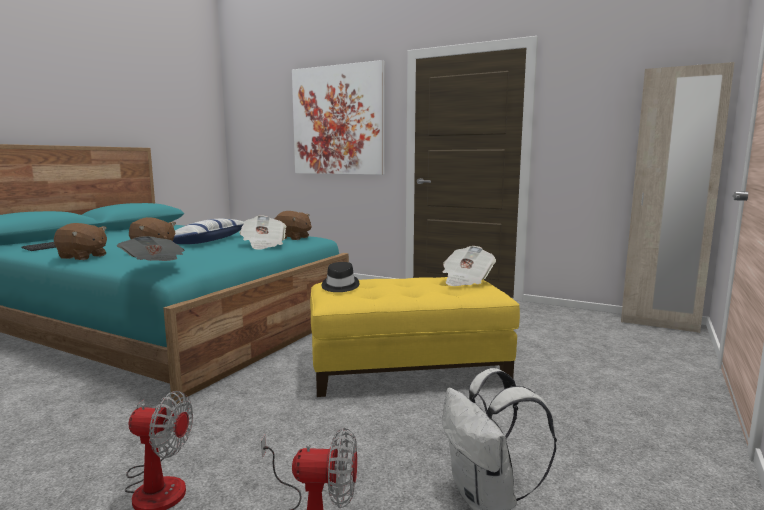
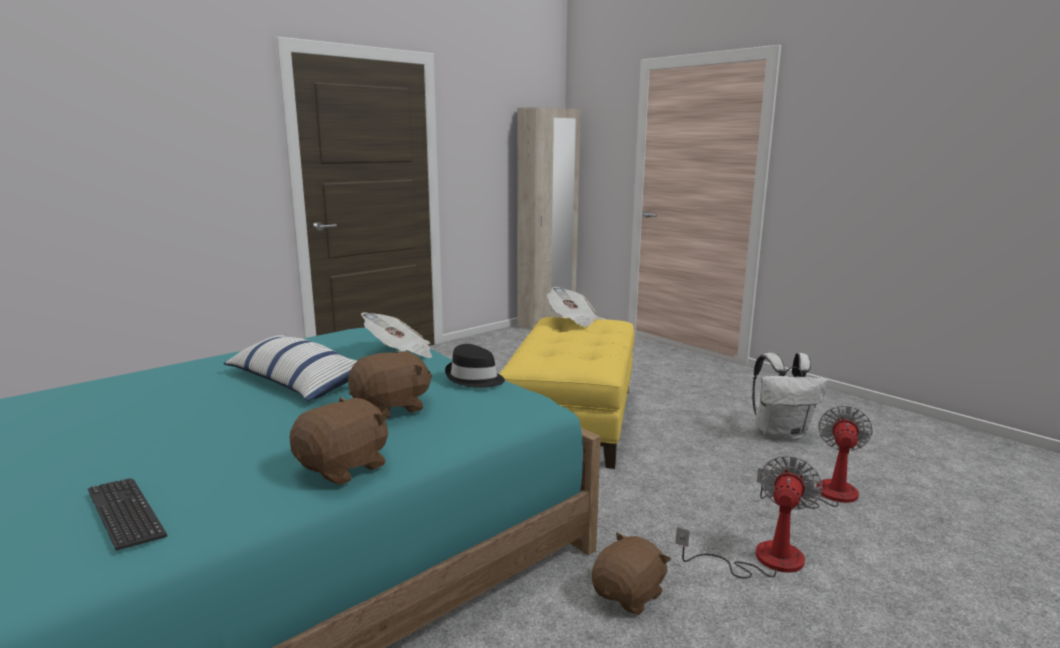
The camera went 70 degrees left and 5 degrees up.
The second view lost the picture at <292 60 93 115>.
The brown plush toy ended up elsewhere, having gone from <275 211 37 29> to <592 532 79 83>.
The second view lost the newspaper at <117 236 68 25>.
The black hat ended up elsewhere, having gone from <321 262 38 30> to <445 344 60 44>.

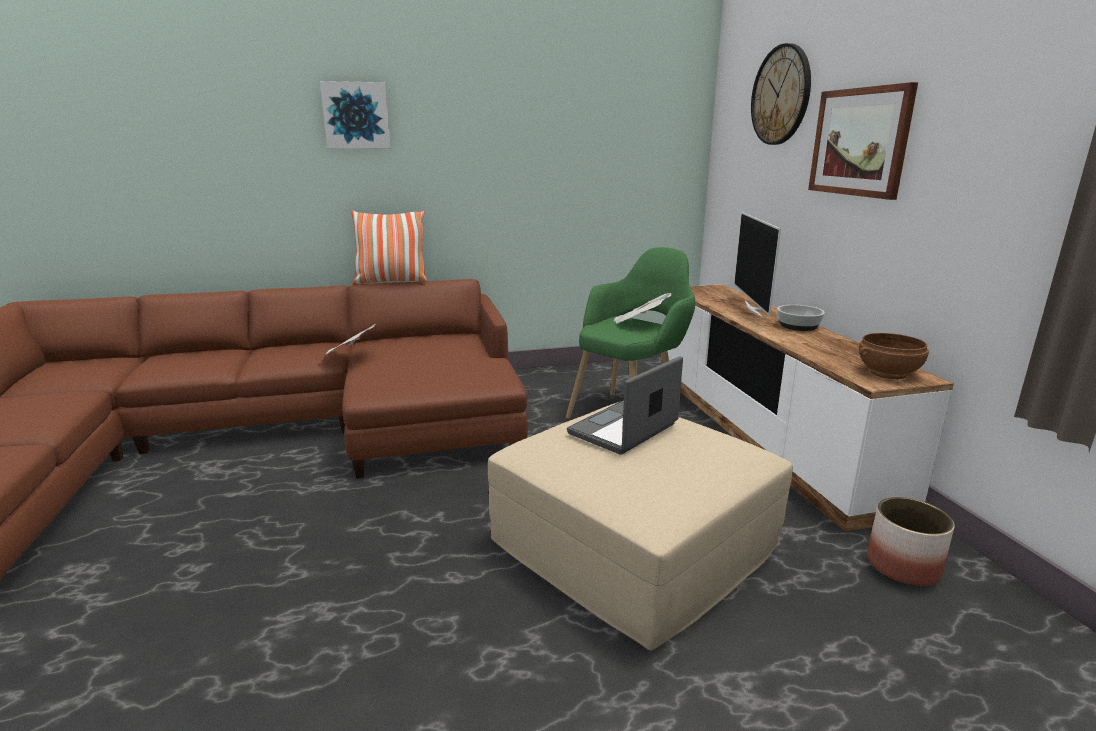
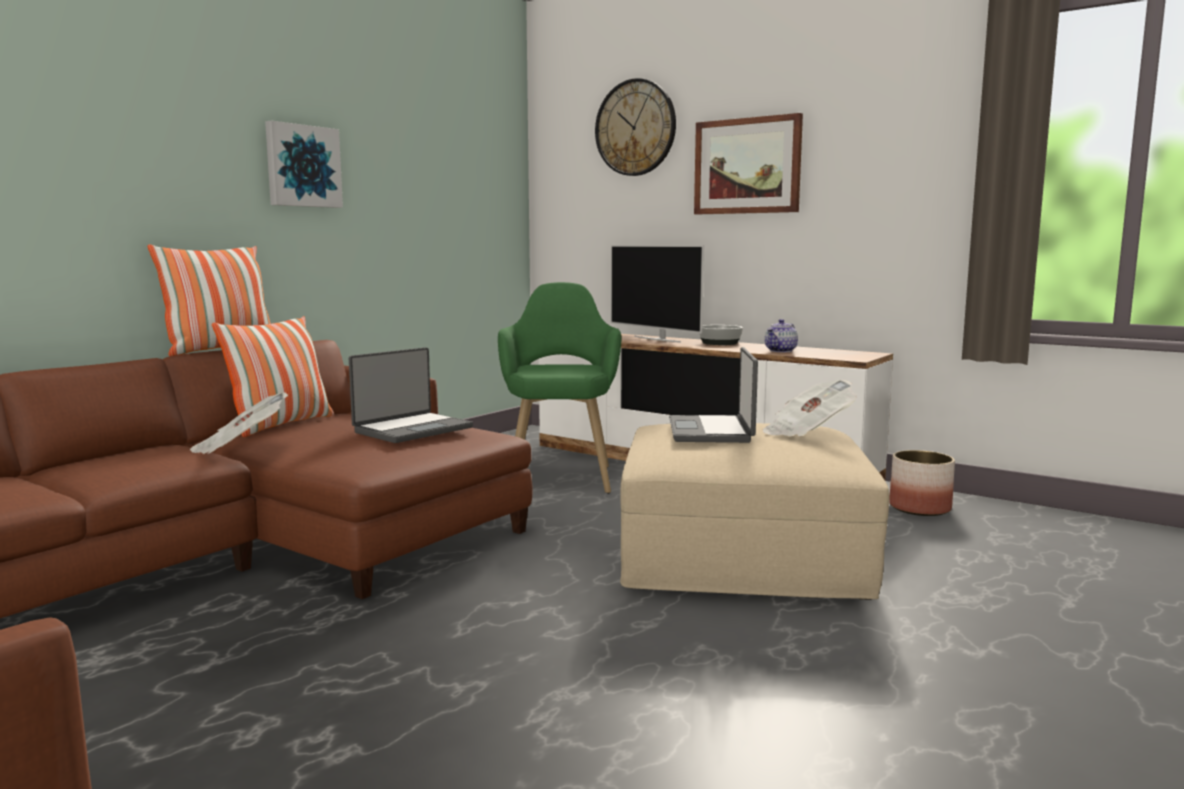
The camera went 40 degrees left and 10 degrees down.
The picture ended up elsewhere, having gone from <320 81 70 67> to <265 121 78 87>.
The newspaper ended up elsewhere, having gone from <614 293 58 31> to <763 380 94 56>.
The second view lost the brown bowl at <859 333 70 46>.
The second view gained the pillow at <212 316 122 121>.
The second view gained the teapot at <765 319 33 33>.
The second view gained the laptop at <349 347 124 96>.

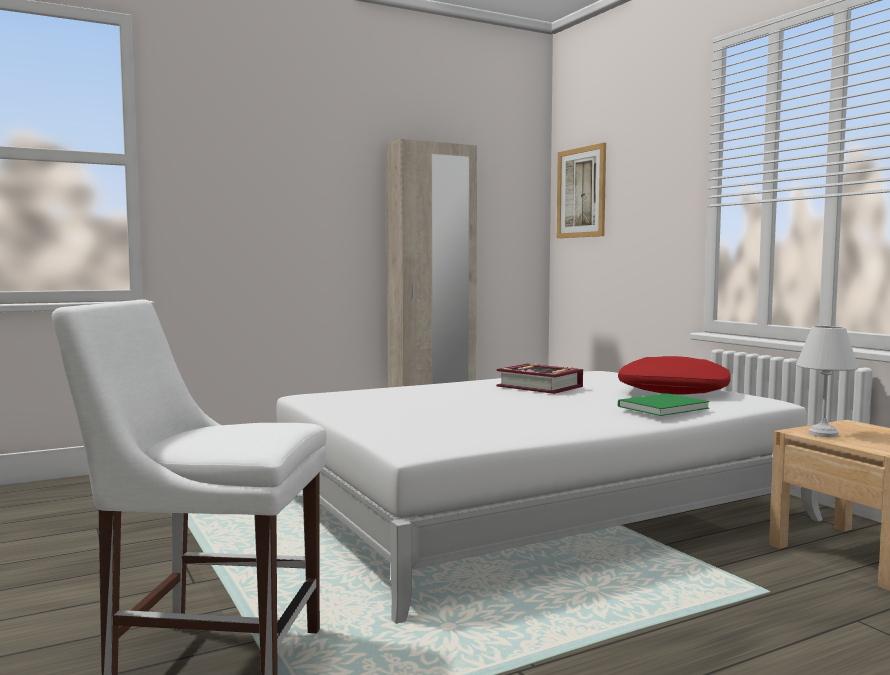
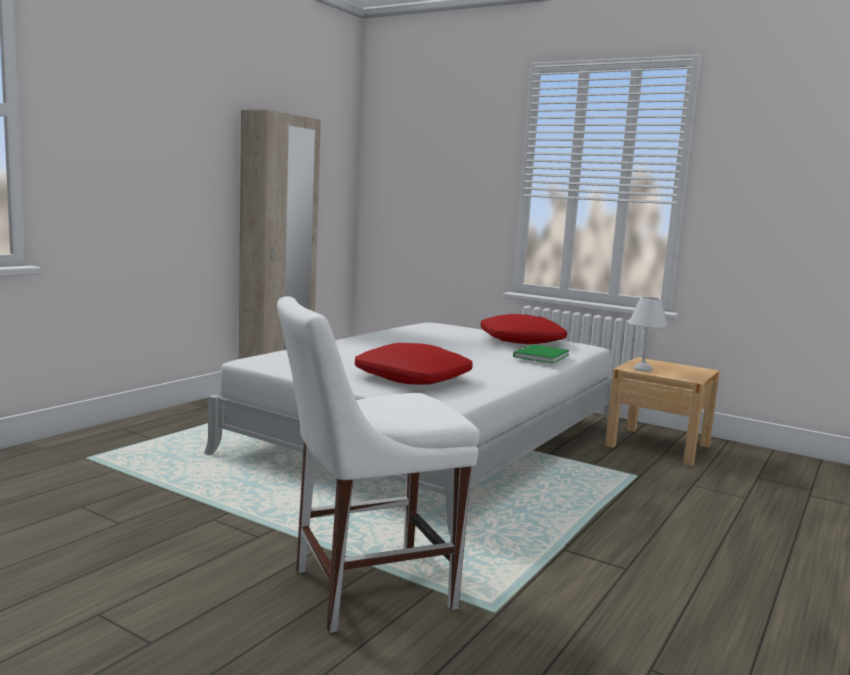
The camera went 30 degrees left and 5 degrees up.
The second view lost the picture at <557 143 49 95>.
The second view lost the book at <497 364 86 30>.
The second view gained the red pillow at <355 343 118 42>.

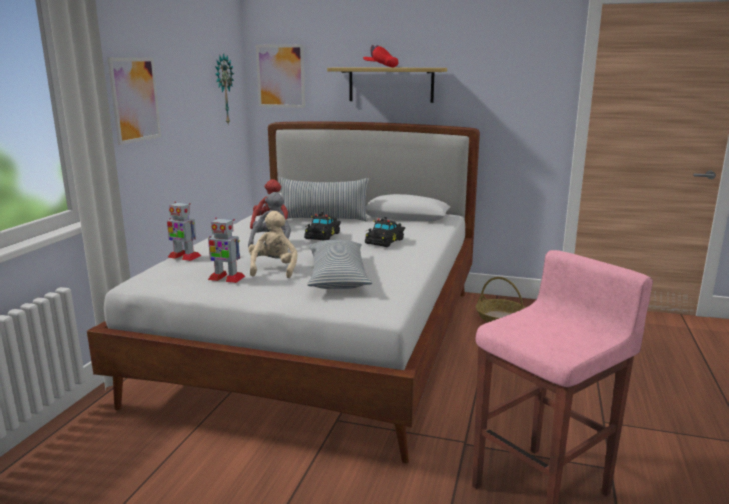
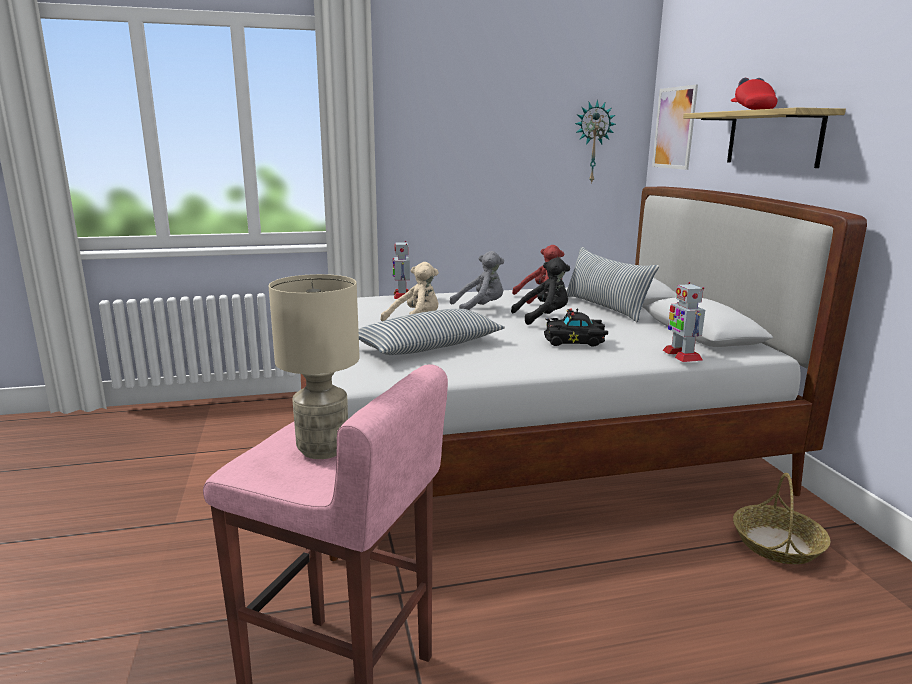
The camera went 60 degrees right and 0 degrees up.
The second view lost the picture at <107 57 54 88>.
Where the black toy car stood at <304 212 37 28>, the black plush toy came to stand at <511 258 59 67>.
The toy robot ended up elsewhere, having gone from <208 218 37 65> to <663 282 42 80>.
The second view gained the beige table lamp at <269 274 91 185>.

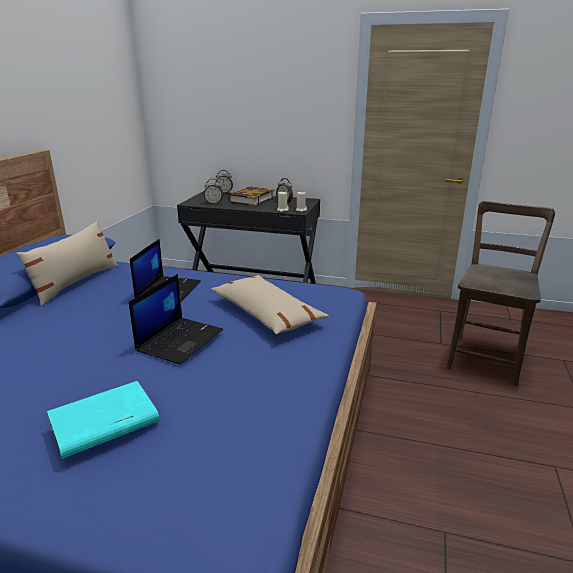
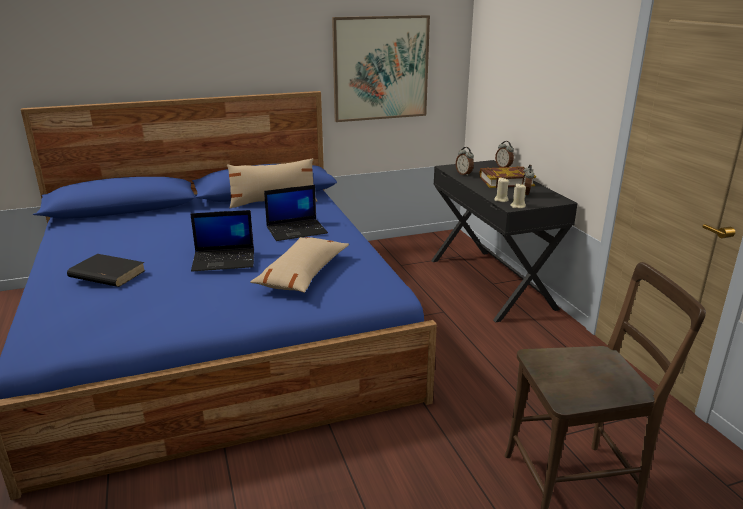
The camera went 55 degrees right and 0 degrees up.
What was the turquoise book at <47 381 113 78> turned into the black book at <67 254 79 33>.
The second view gained the picture at <332 15 98 107>.

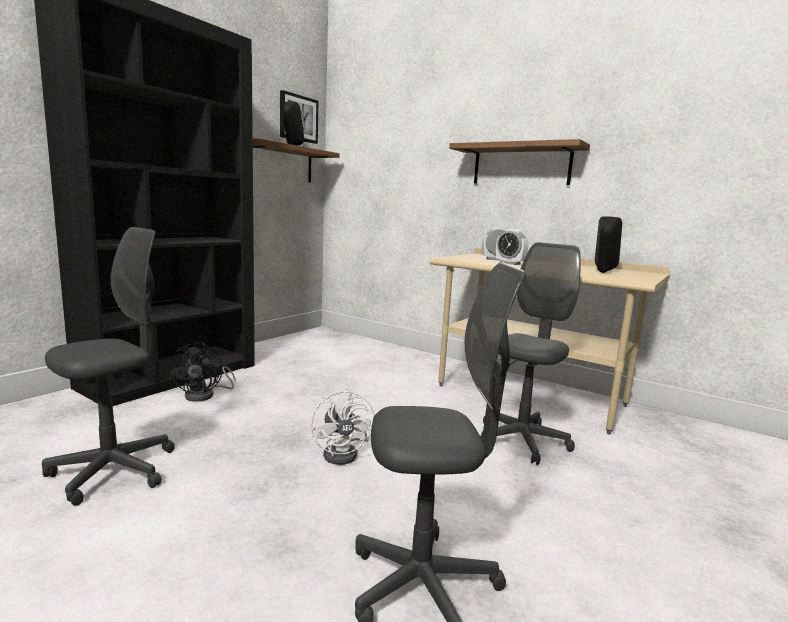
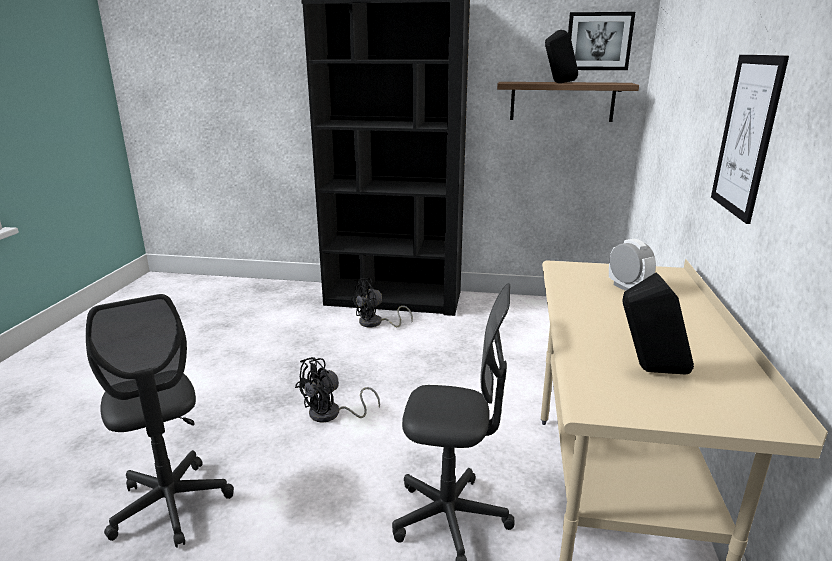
The camera went 65 degrees right and 10 degrees up.
Where the shelf hung at <449 139 141 46>, the picture came to hang at <711 55 78 169>.
The second view lost the grey office chair at <42 227 133 279>.
The second view lost the alarm clock at <496 229 33 36>.
What was the white fan at <311 388 64 77> turned into the black fan at <295 357 85 66>.

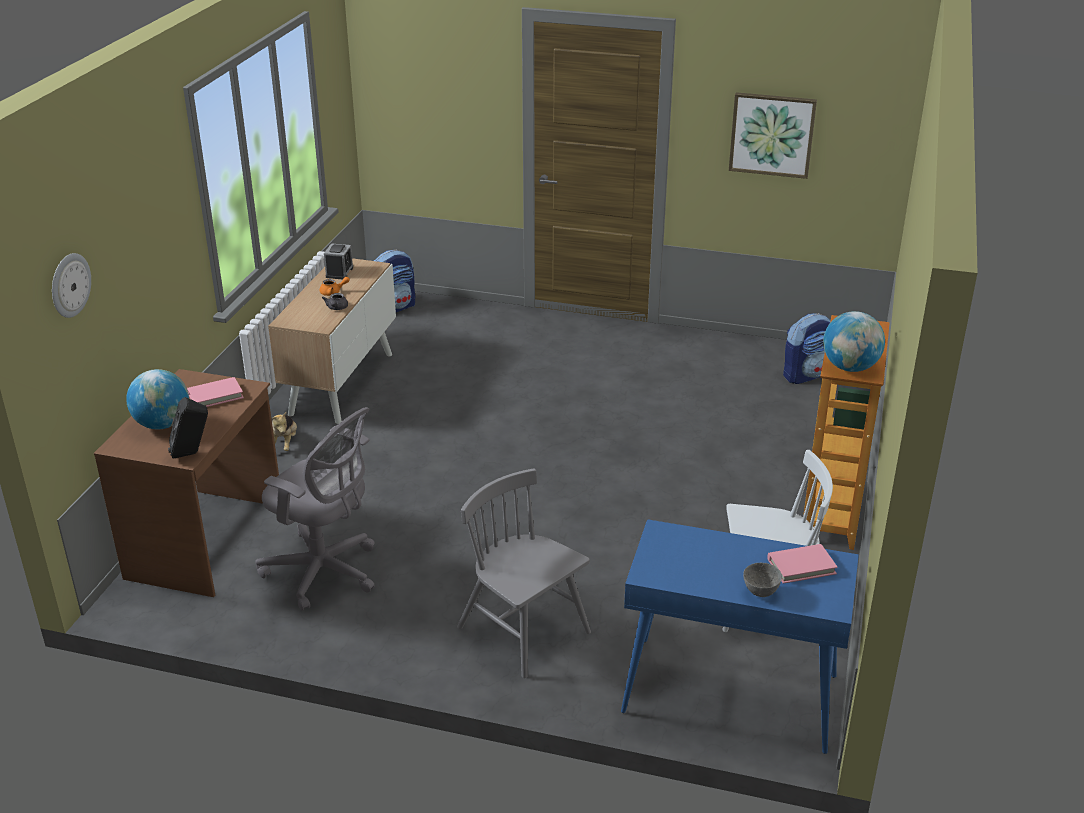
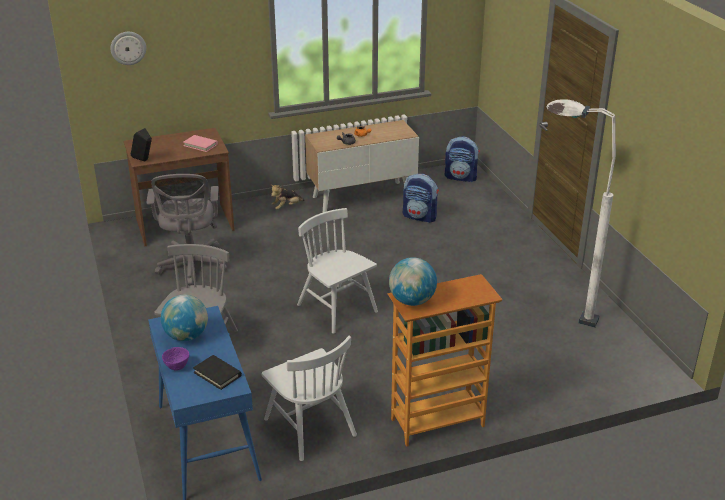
The camera went 55 degrees right and 0 degrees up.
The second view lost the picture at <729 92 88 87>.
The second view lost the alarm clock at <324 243 29 37>.
The backpack ended up elsewhere, having gone from <783 313 48 71> to <403 174 36 49>.
The globe ended up elsewhere, having gone from <126 369 63 60> to <161 295 47 46>.
What was the pink book at <768 544 70 40> turned into the black book at <193 355 49 35>.
What was the grey bowl at <743 563 39 34> turned into the purple bowl at <162 347 27 24>.
The second view gained the white floor lamp at <546 99 70 229>.
The second view gained the white chair at <297 208 81 126>.

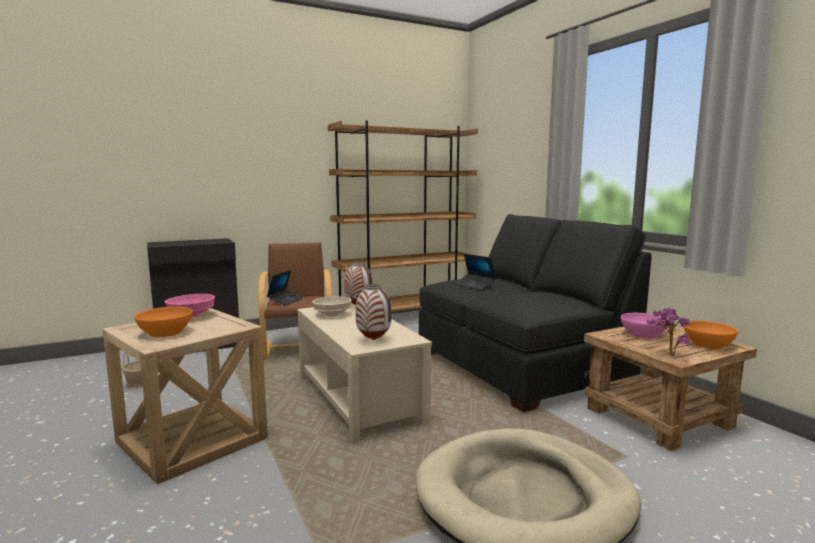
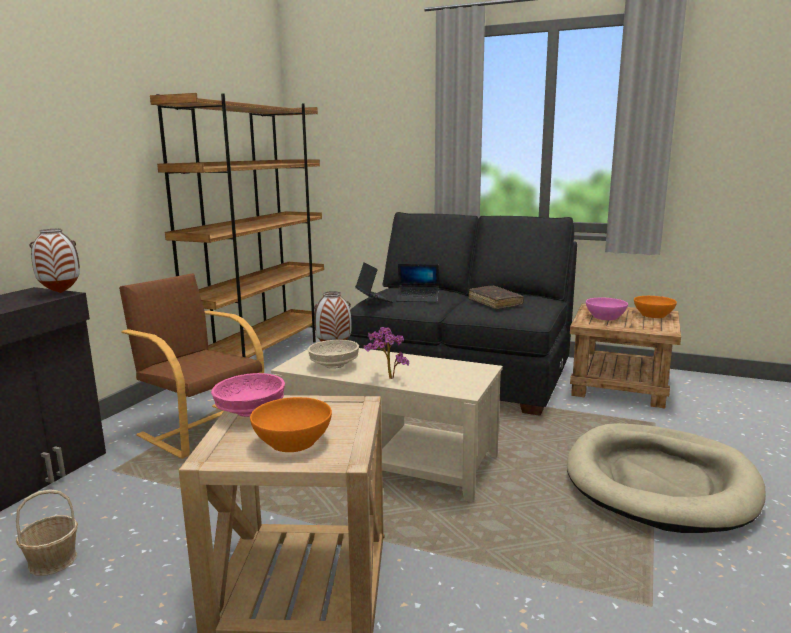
The camera went 40 degrees left and 5 degrees up.
The laptop ended up elsewhere, having gone from <267 270 36 36> to <355 262 38 41>.
The vase ended up elsewhere, having gone from <355 284 37 56> to <30 229 50 64>.
The potted plant ended up elsewhere, having gone from <646 308 44 48> to <363 327 46 52>.
The second view gained the brown book at <469 285 55 24>.

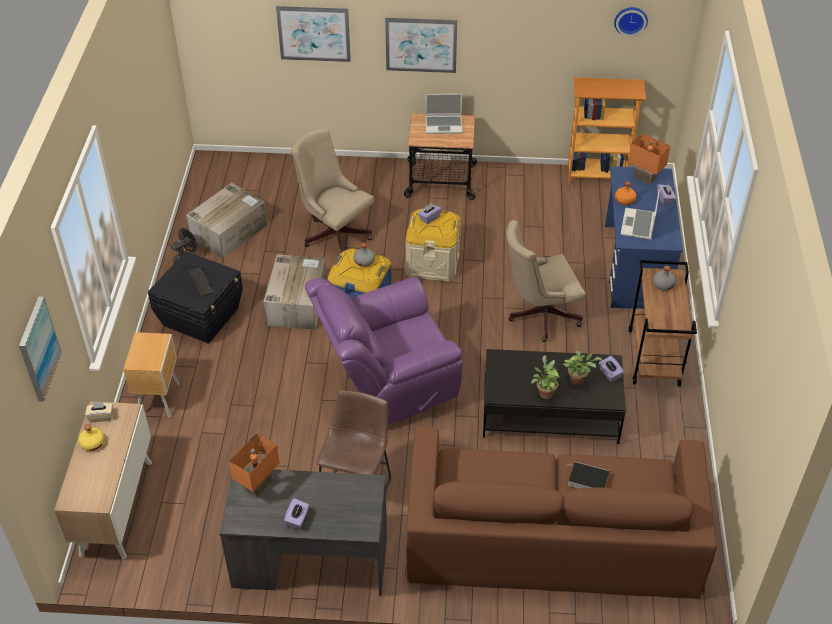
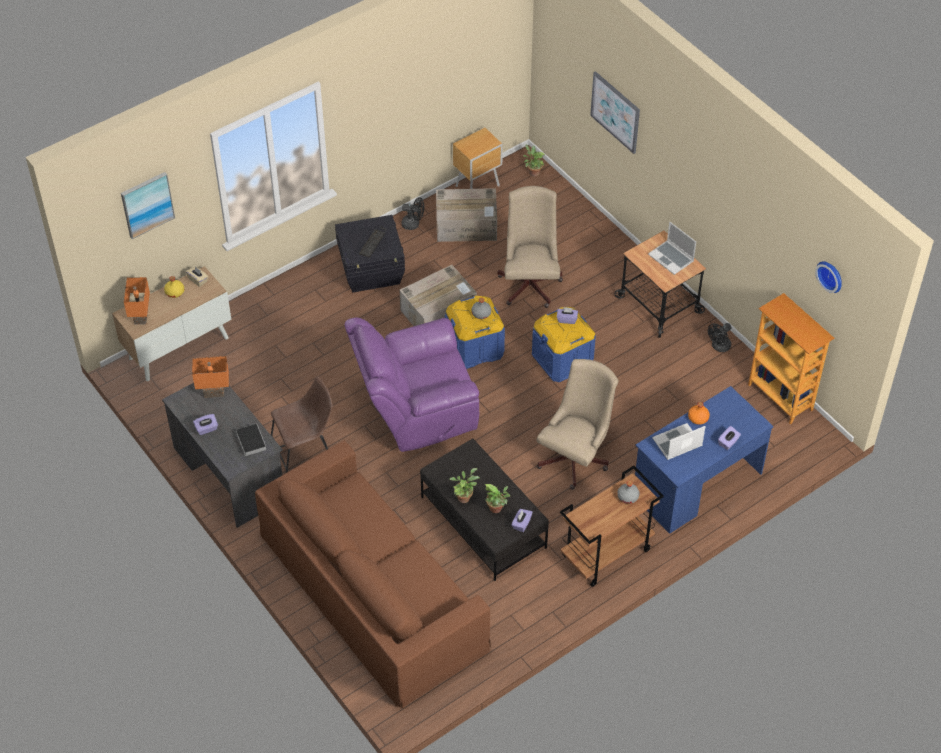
The camera went 50 degrees right and 5 degrees up.
The second view lost the picture at <385 18 72 55>.
The orange table lamp ended up elsewhere, having gone from <628 133 42 52> to <124 277 26 48>.
What was the beige storage box at <406 209 55 73> turned into the blue storage box at <532 307 64 75>.
The beige office chair at <506 220 80 122> ended up facing another way, 90 degrees clockwise from before.
The purple armchair at <305 277 158 148> ended up facing another way, 45 degrees counterclockwise from before.
The brown nightstand ended up elsewhere, having gone from <123 332 57 86> to <453 128 50 61>.
The book ended up elsewhere, having gone from <566 461 44 27> to <236 424 31 32>.
The second view gained the potted plant at <523 144 23 32>.
The second view gained the black fan at <708 323 23 29>.

